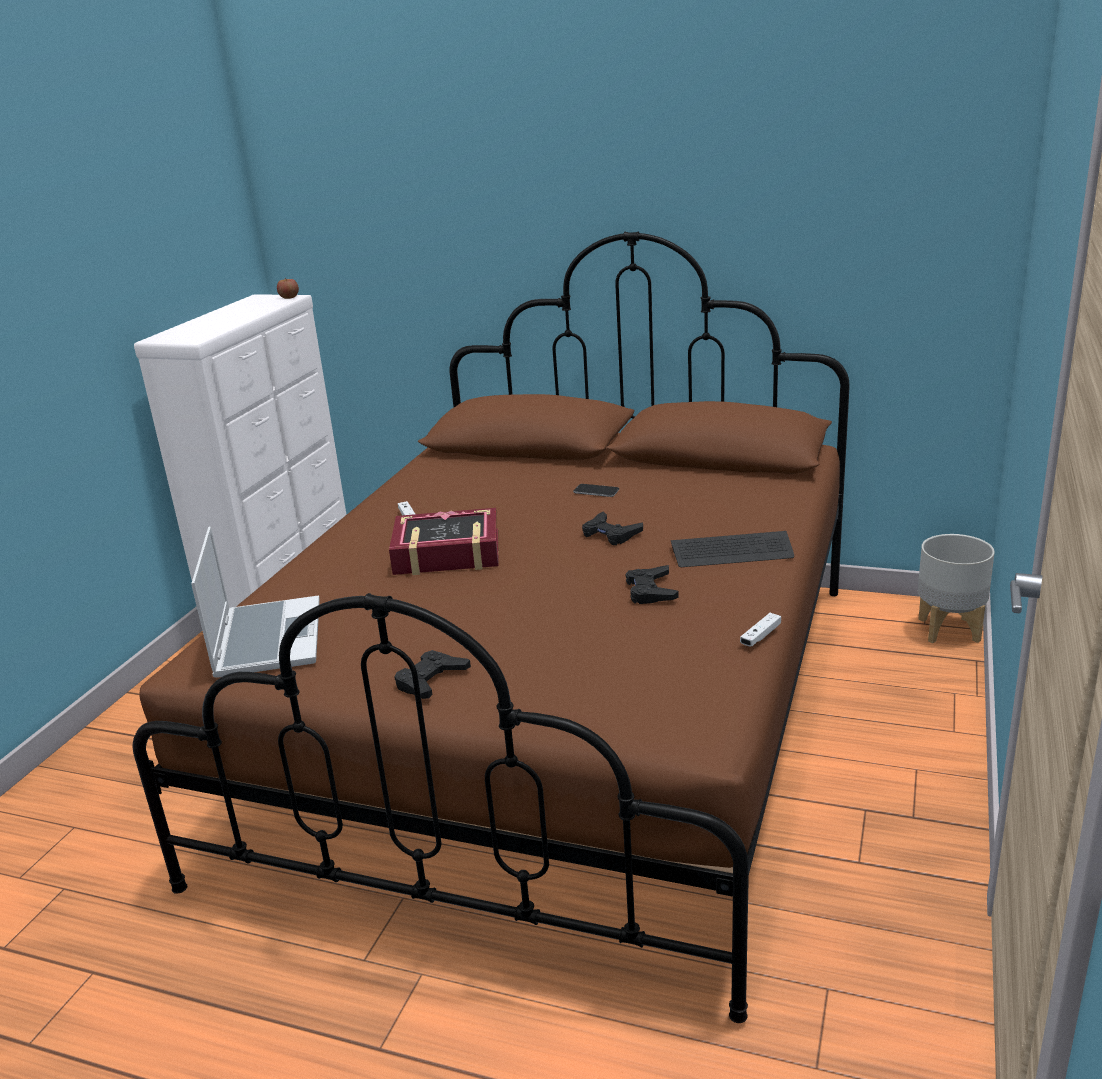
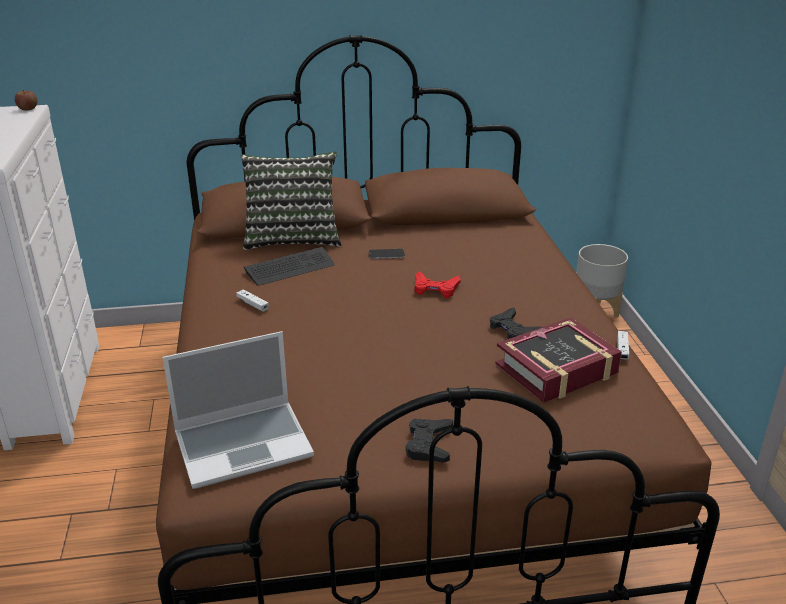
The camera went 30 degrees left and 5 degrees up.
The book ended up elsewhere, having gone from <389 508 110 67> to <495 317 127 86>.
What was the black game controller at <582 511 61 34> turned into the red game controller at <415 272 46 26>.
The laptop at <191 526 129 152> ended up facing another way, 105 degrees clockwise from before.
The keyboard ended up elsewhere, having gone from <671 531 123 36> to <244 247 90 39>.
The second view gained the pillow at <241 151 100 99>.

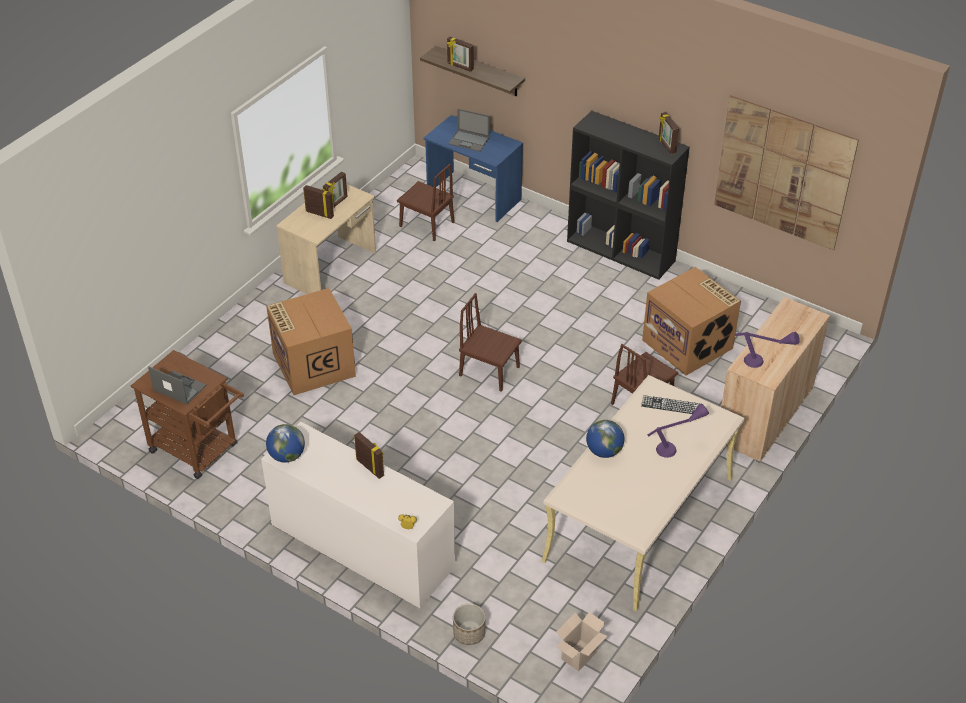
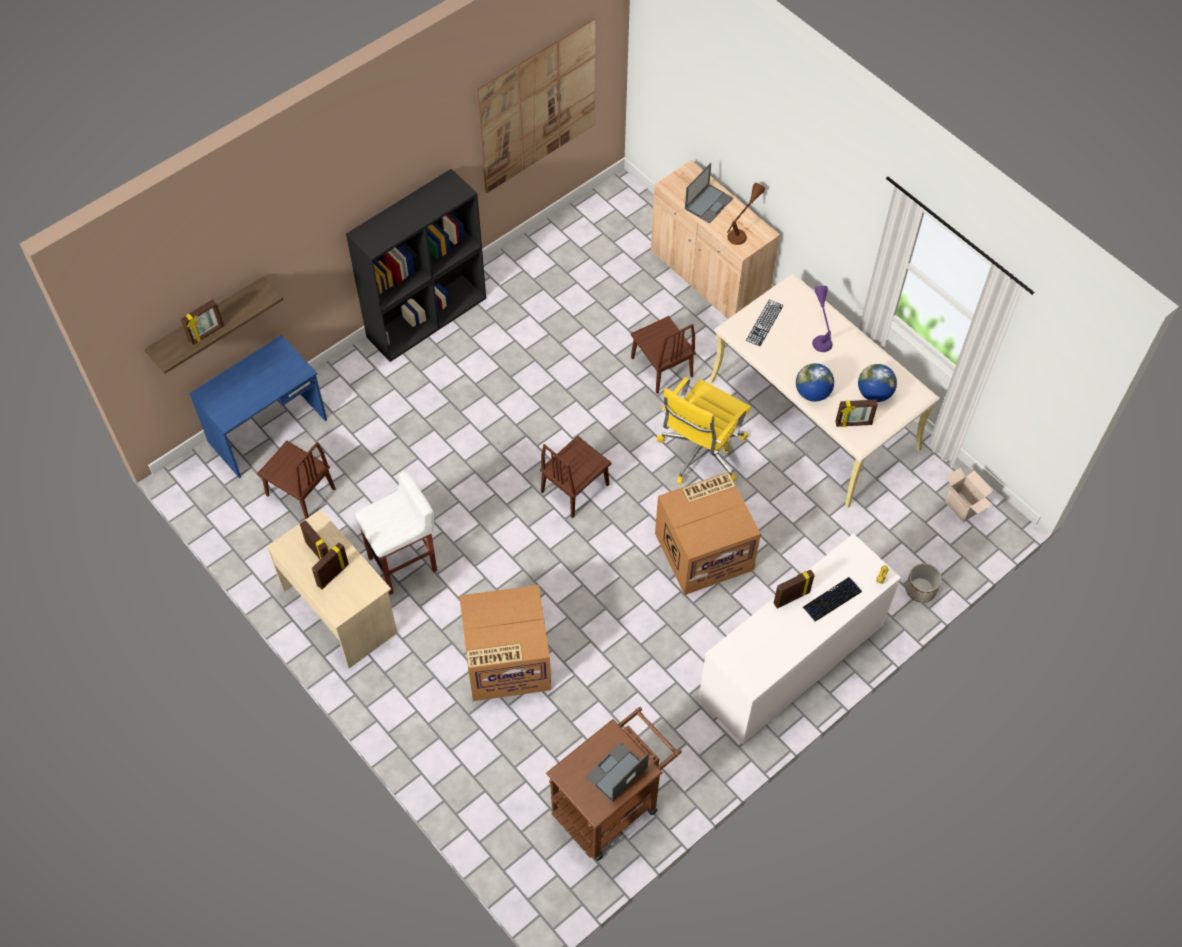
The camera went 75 degrees left and 15 degrees up.
The laptop ended up elsewhere, having gone from <448 109 42 43> to <685 163 48 60>.
The picture frame ended up elsewhere, having gone from <659 112 20 43> to <835 400 43 27>.
The brown chair at <397 164 58 77> ended up facing another way, 75 degrees clockwise from before.
The cardboard box ended up elsewhere, having gone from <642 267 99 109> to <655 472 106 123>.
What was the purple table lamp at <735 332 65 36> turned into the brown table lamp at <727 183 39 62>.
The globe ended up elsewhere, having gone from <266 424 39 39> to <858 364 39 38>.
The second view gained the yellow office chair at <657 377 94 107>.
The second view gained the white stool at <355 471 82 124>.
The second view gained the keyboard at <803 577 59 45>.

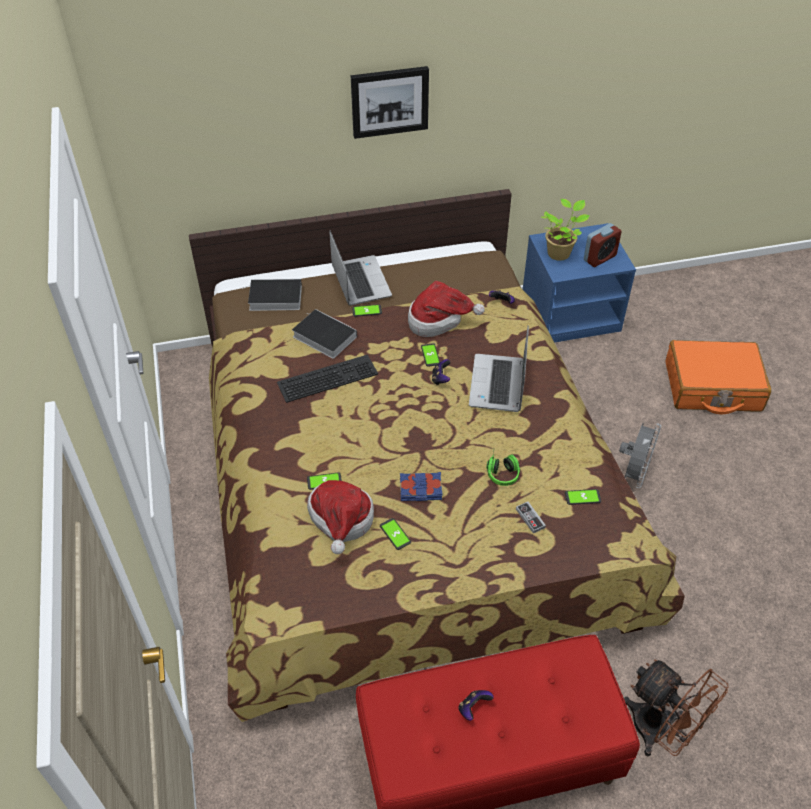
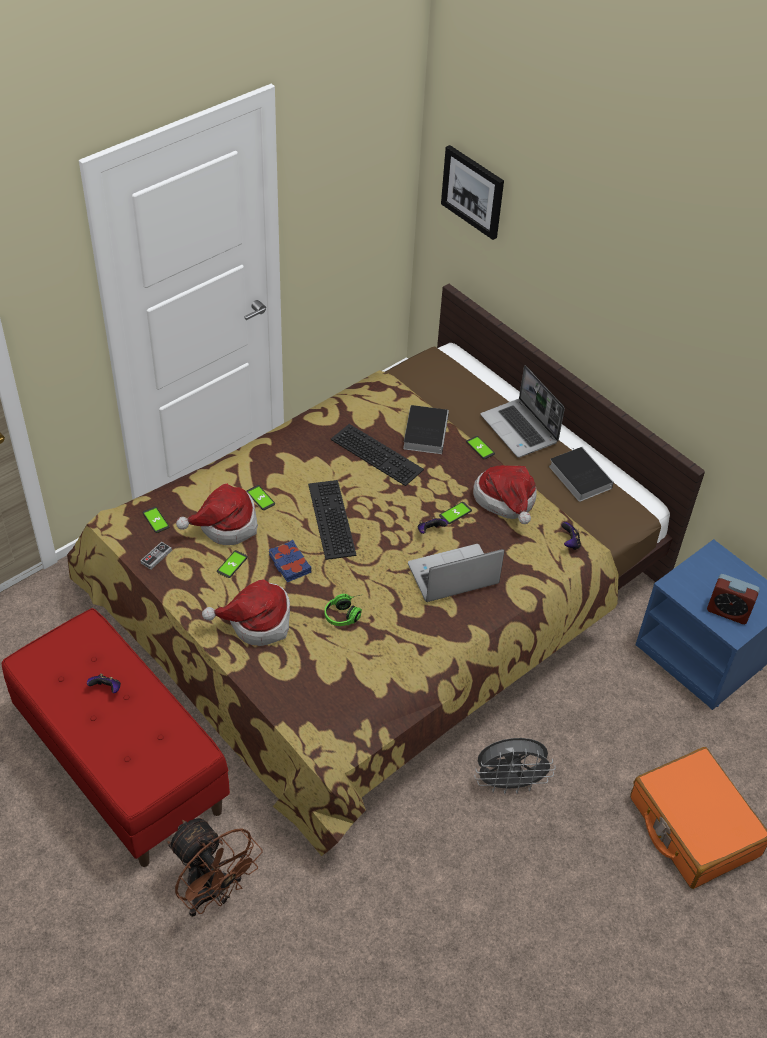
The camera went 60 degrees right and 0 degrees up.
The picture ended up elsewhere, having gone from <351 66 78 73> to <441 145 63 95>.
The second view lost the potted plant at <541 199 49 62>.
The laptop at <330 231 62 75> ended up facing another way, 105 degrees clockwise from before.
The book ended up elsewhere, having gone from <242 279 60 32> to <549 447 65 55>.
The phone ended up elsewhere, having gone from <565 489 36 16> to <142 507 27 26>.
The game controller ended up elsewhere, having gone from <516 502 30 31> to <140 542 32 27>.
The brown fan at <624 660 105 96> ended up facing another way, 60 degrees counterclockwise from before.
The second view gained the keyboard at <308 480 48 80>.
The second view gained the hat at <202 579 88 67>.

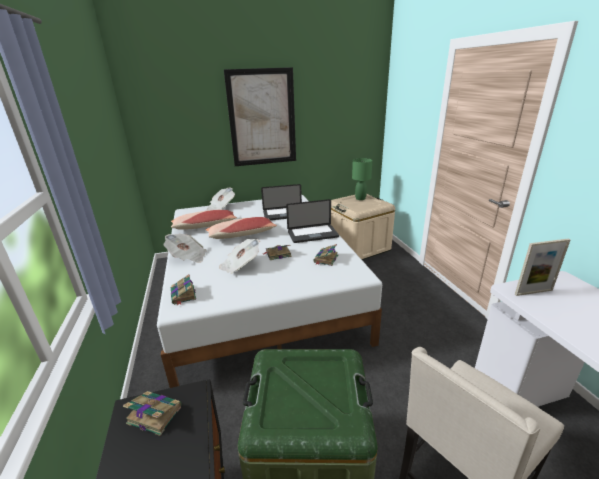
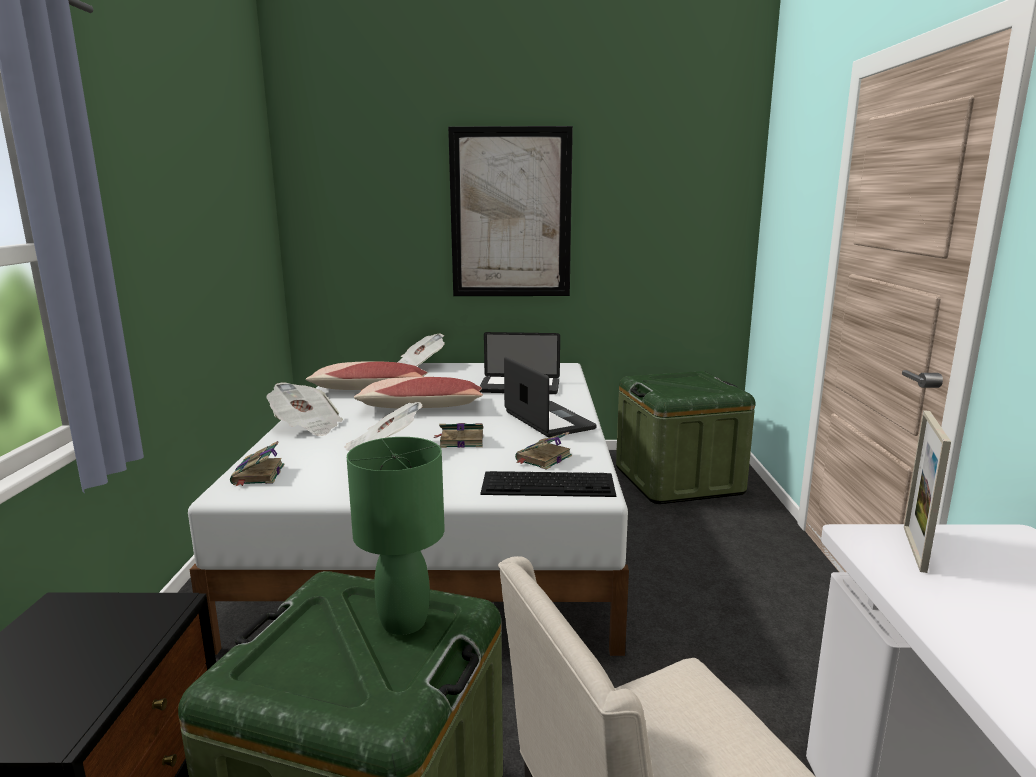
The camera went 15 degrees right and 10 degrees down.
The green table lamp ended up elsewhere, having gone from <352 158 20 42> to <347 437 98 198>.
What was the beige storage box at <330 194 65 66> turned into the green storage box at <616 371 139 133>.
The laptop at <286 199 53 44> ended up facing another way, 120 degrees counterclockwise from before.
The picture frame at <515 239 55 57> ended up facing another way, 105 degrees clockwise from before.
The second view lost the book at <123 391 59 45>.
The second view gained the keyboard at <480 471 136 26>.

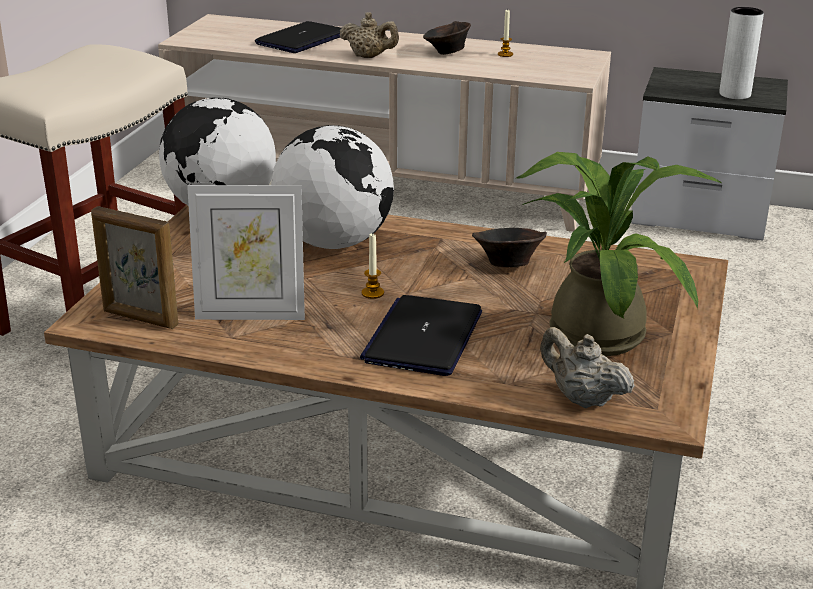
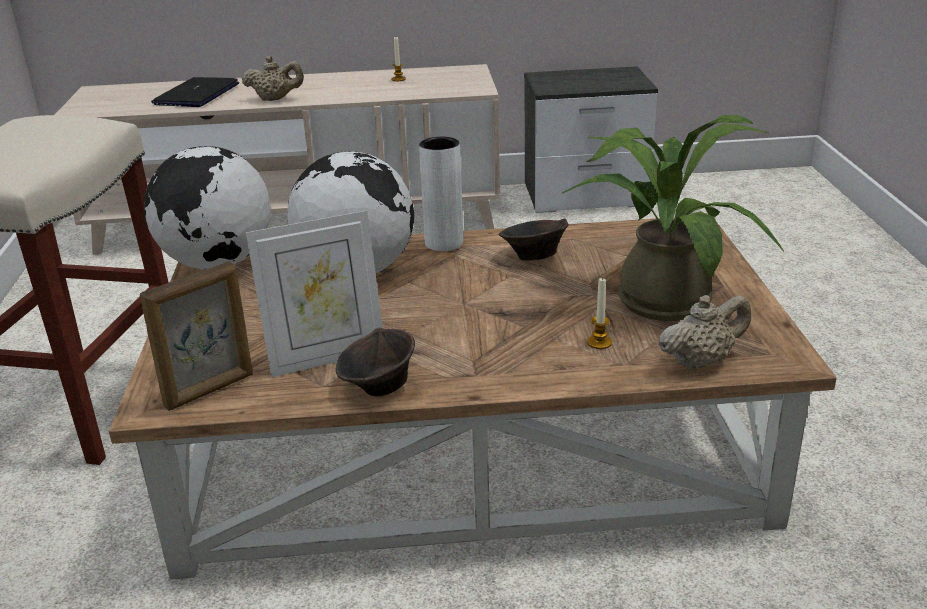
The camera went 20 degrees left and 0 degrees up.
The white vase ended up elsewhere, having gone from <719 7 45 92> to <419 137 44 114>.
The brown bowl ended up elsewhere, having gone from <423 21 48 34> to <336 328 79 69>.
The picture frame at <91 206 87 123> ended up facing another way, 45 degrees counterclockwise from before.
The candle ended up elsewhere, having gone from <362 232 22 67> to <587 277 25 72>.
The second view lost the laptop at <360 295 122 81>.
The beige teapot at <540 327 95 81> ended up facing another way, 135 degrees clockwise from before.

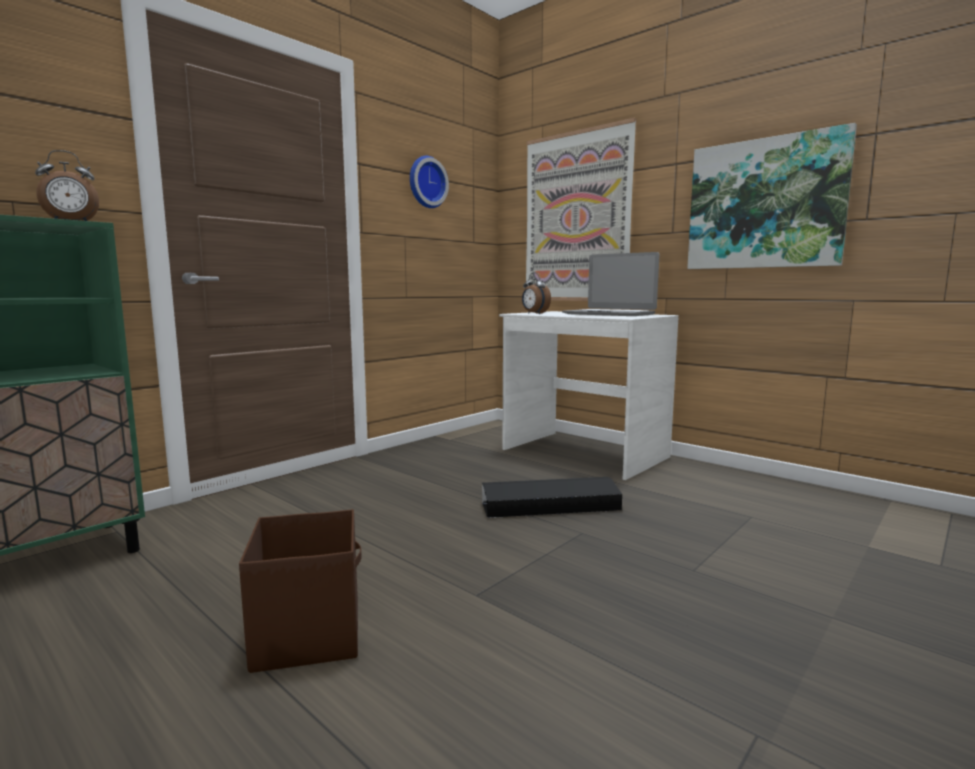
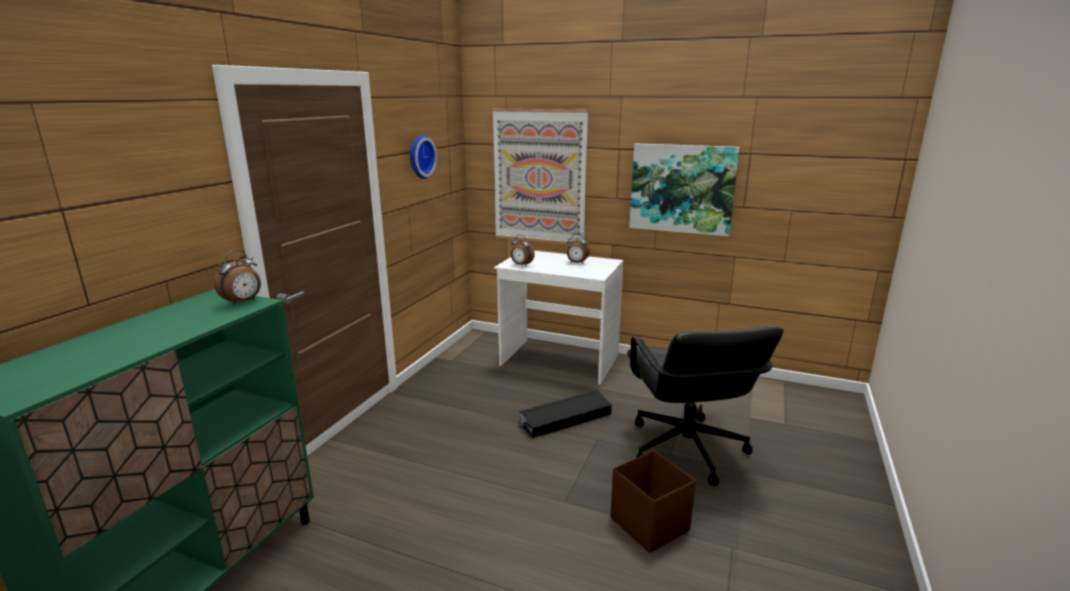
The camera went 20 degrees left and 10 degrees up.
Where the laptop stood at <562 252 97 64>, the alarm clock came to stand at <567 233 23 31>.
The brown storage box ended up elsewhere, having gone from <239 509 123 164> to <610 451 86 102>.
The second view gained the black office chair at <627 326 157 160>.

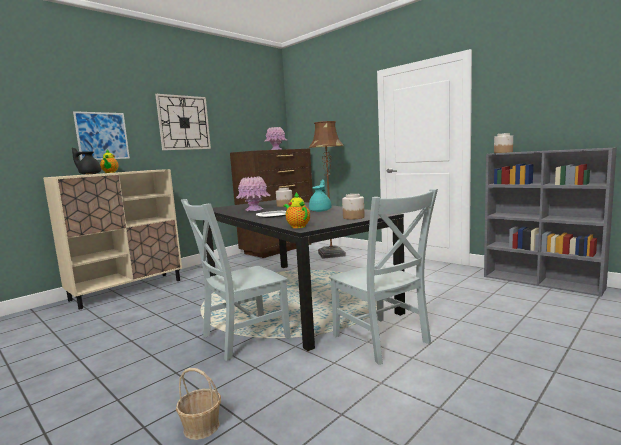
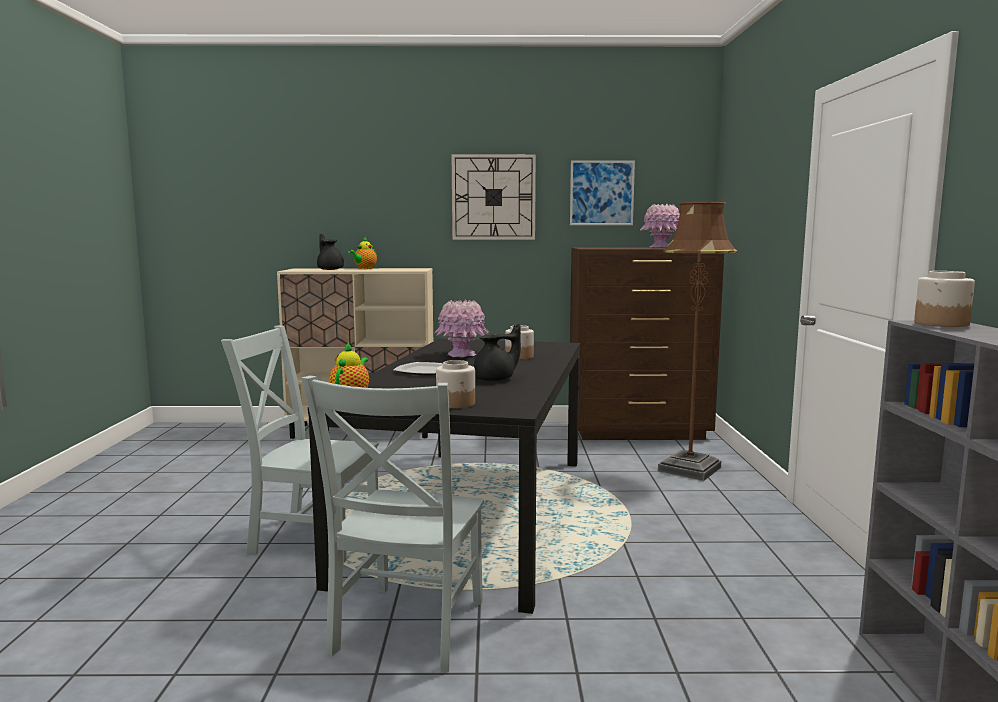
The camera went 45 degrees right and 0 degrees up.
The picture ended up elsewhere, having gone from <73 111 57 49> to <570 160 65 65>.
What was the turquoise teapot at <309 180 22 32> turned into the black teapot at <473 324 48 57>.
The second view lost the basket at <176 368 45 72>.

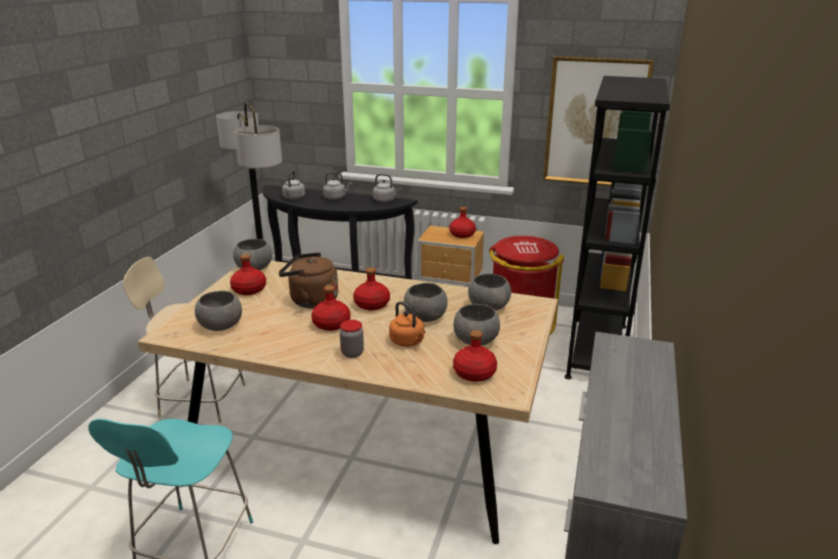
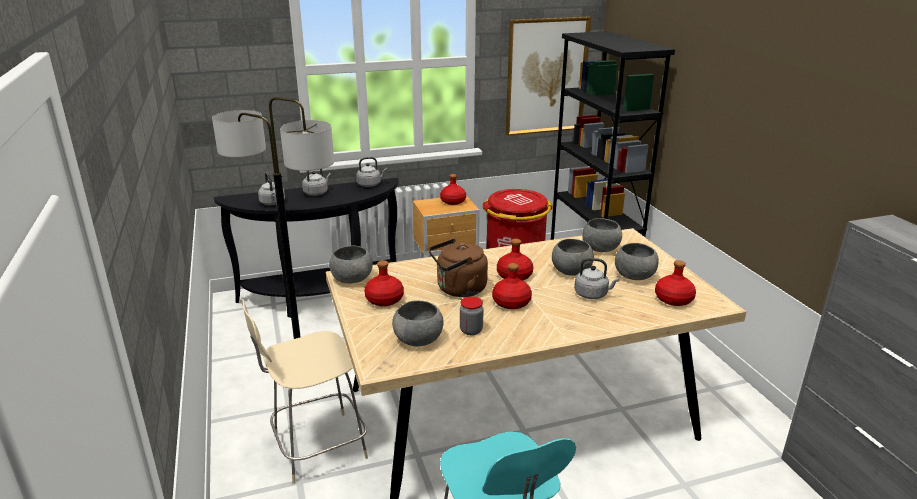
The camera went 35 degrees left and 0 degrees up.
What was the orange kettle at <389 301 36 46> turned into the grey kettle at <574 258 46 41>.
The jar ended up elsewhere, having gone from <340 320 24 38> to <460 297 24 38>.

